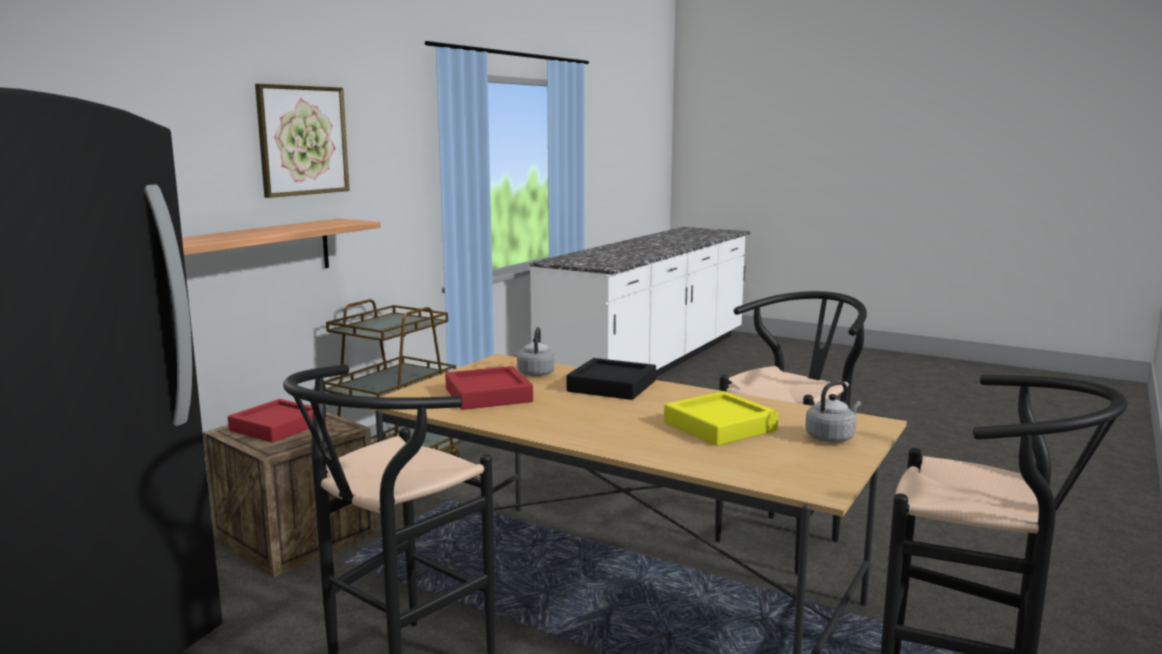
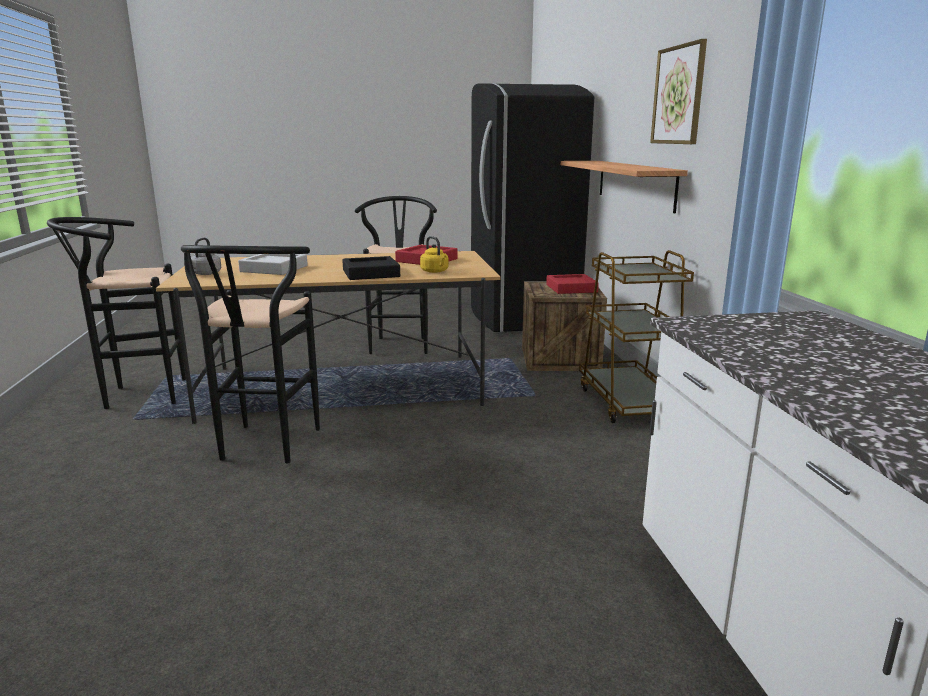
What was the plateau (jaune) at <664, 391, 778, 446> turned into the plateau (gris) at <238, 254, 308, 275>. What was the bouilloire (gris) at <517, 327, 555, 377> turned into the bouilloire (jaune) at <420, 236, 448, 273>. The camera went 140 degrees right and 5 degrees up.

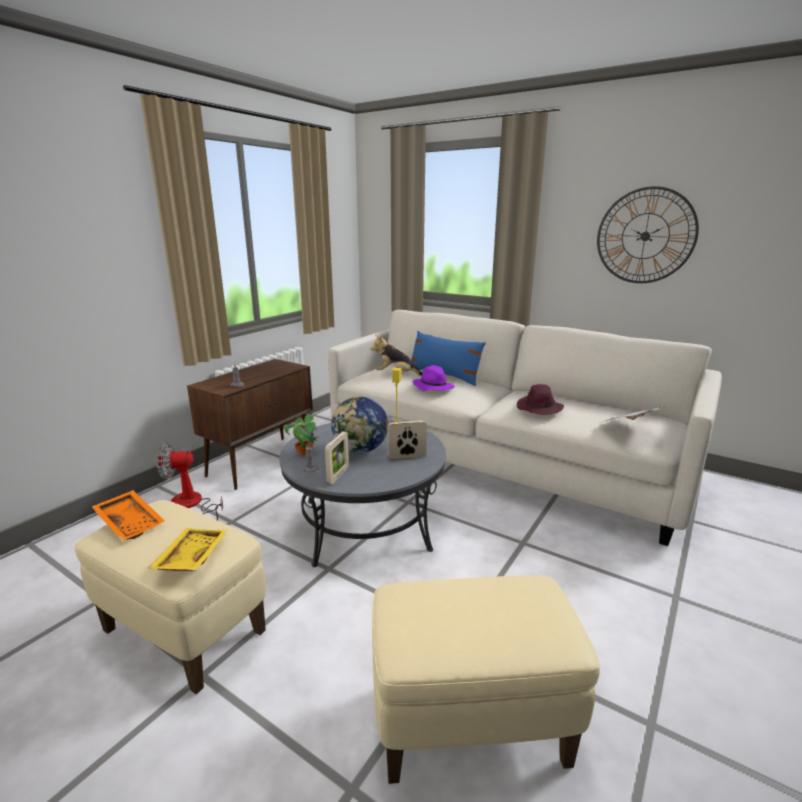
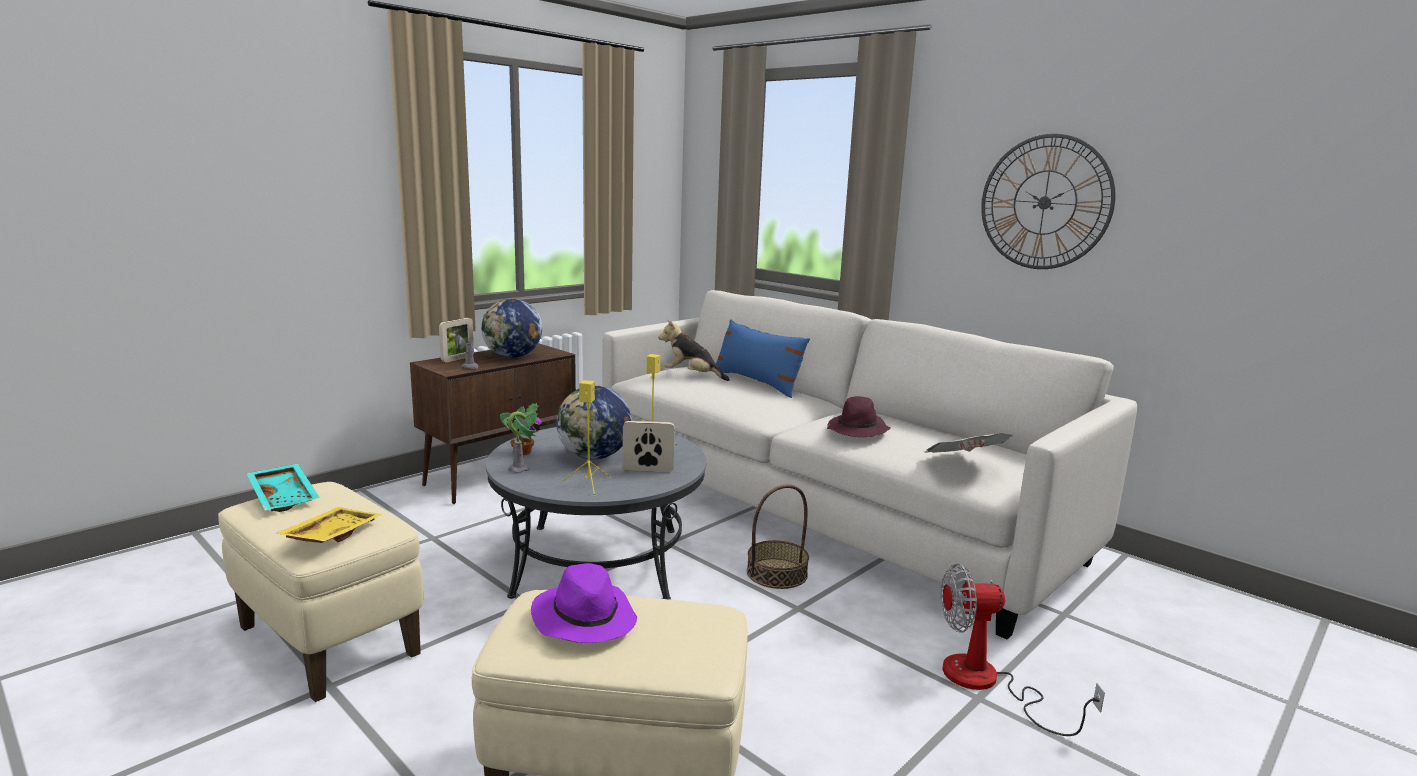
What was the plateau (orange) at <92, 490, 165, 541> turned into the plateau (turquoise) at <247, 463, 320, 512>. The cadre photo ended up elsewhere, having gone from <325, 431, 349, 484> to <439, 318, 474, 363>. The second view gained the globe at <481, 299, 542, 358>. The chapeau (violet) ended up elsewhere, having gone from <412, 365, 455, 391> to <531, 563, 637, 643>. The second view gained the enceinte (jaune) at <561, 380, 611, 497>. The second view gained the panier at <747, 484, 809, 589>. The ventilateur ended up elsewhere, having gone from <156, 442, 223, 521> to <941, 564, 1105, 736>. The camera went 10 degrees right and 5 degrees down.

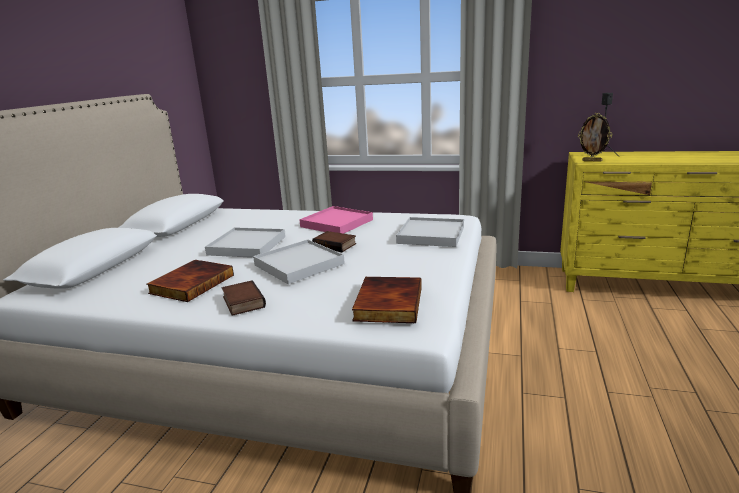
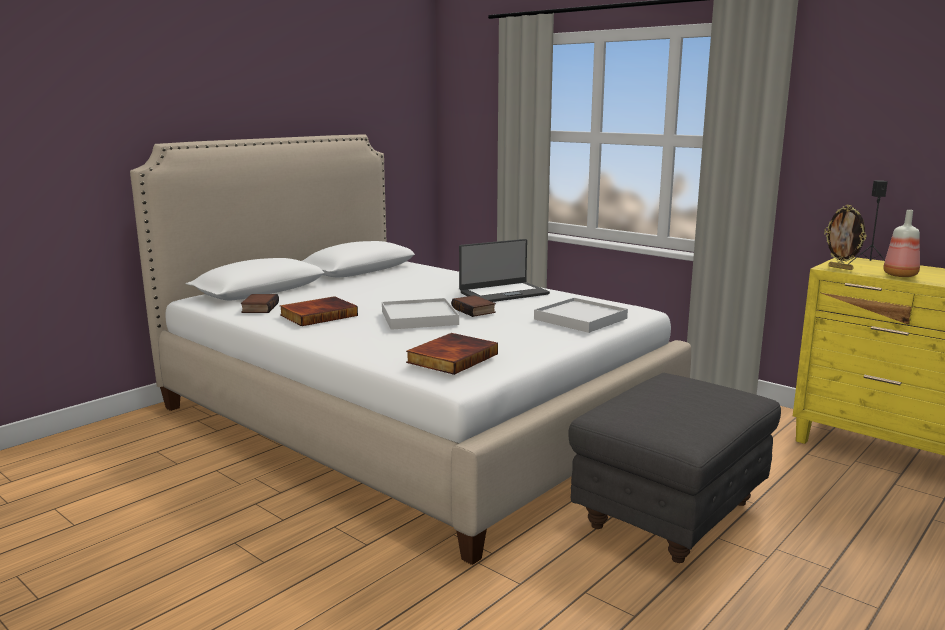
The livre ended up elsewhere, having gone from <222, 280, 266, 316> to <241, 294, 279, 313>. Where the plateau (rose) stood at <299, 206, 373, 234>, the ordinateur portable came to stand at <459, 239, 550, 302>. The second view gained the pouf (gris) at <568, 373, 781, 563>. The second view gained the bouteille at <883, 210, 920, 277>. The second view lost the plateau (blanc) at <205, 227, 285, 258>. The camera went 25 degrees right and 5 degrees down.

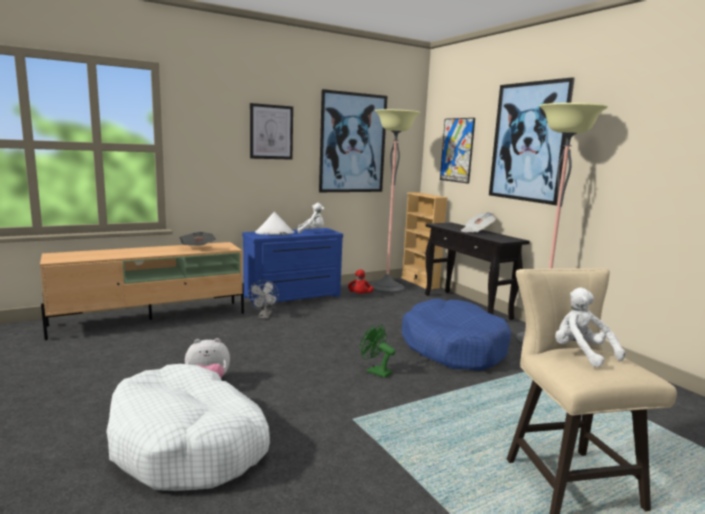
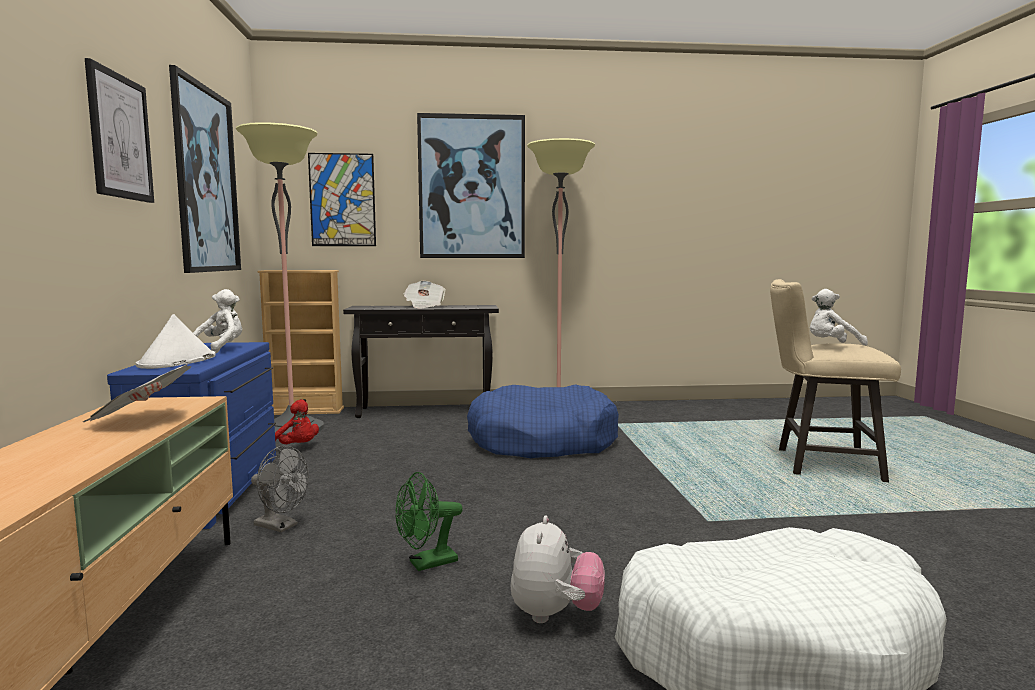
The ventilateur (vert) ended up elsewhere, having gone from <360, 324, 396, 378> to <396, 472, 463, 571>. The camera went 65 degrees left and 5 degrees down.

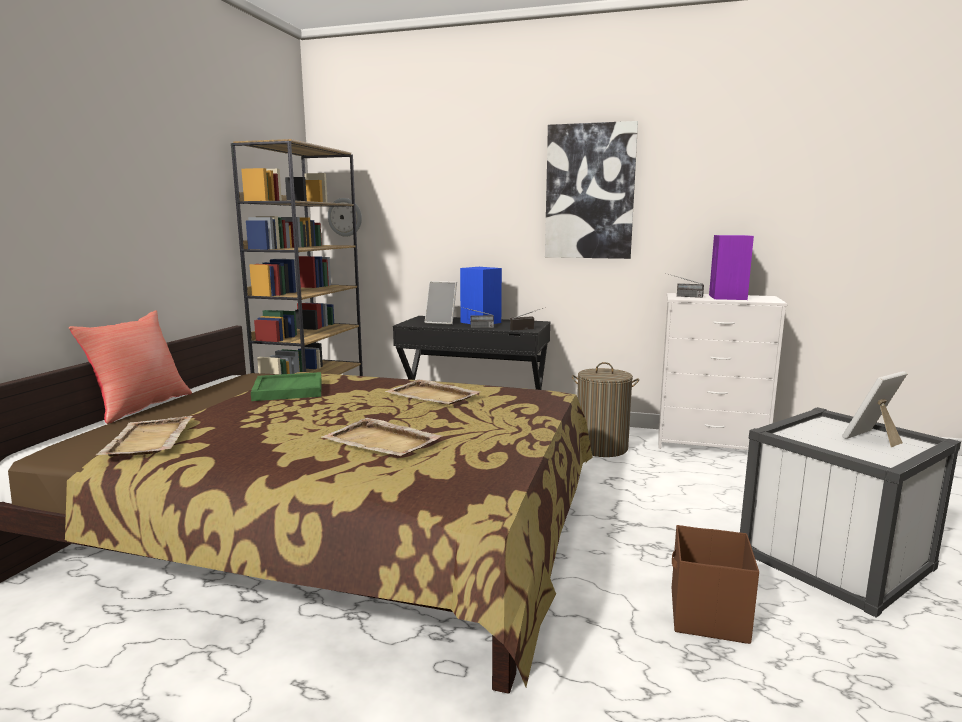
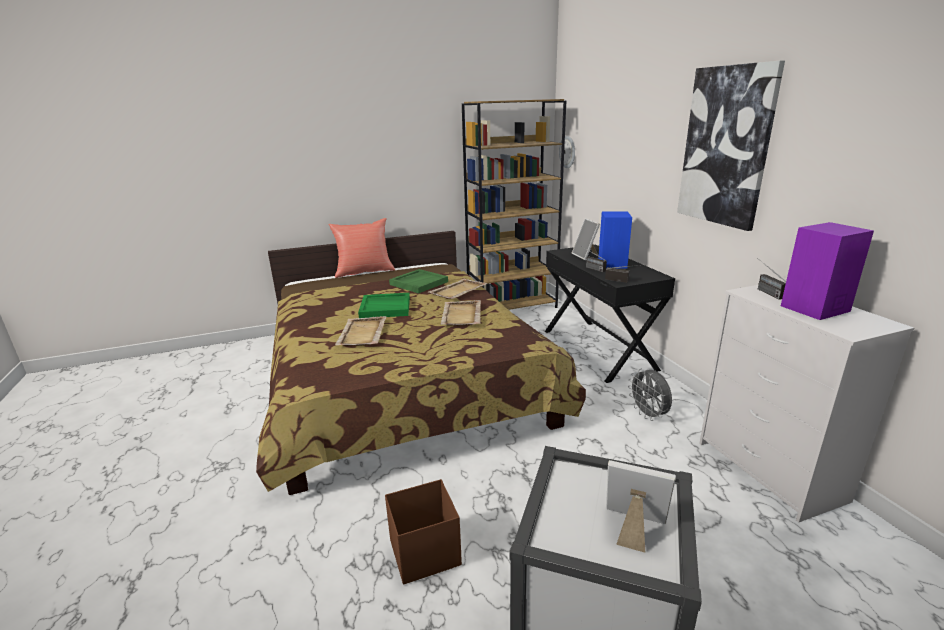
The second view gained the plateau (vert) at <358, 293, 410, 318>. The plateau (beige) ended up elsewhere, having gone from <95, 416, 192, 456> to <428, 279, 488, 299>. Where the panier à linge stood at <572, 362, 639, 457>, the ventilateur (gris) came to stand at <628, 368, 672, 421>. The camera went 55 degrees right and 10 degrees up.

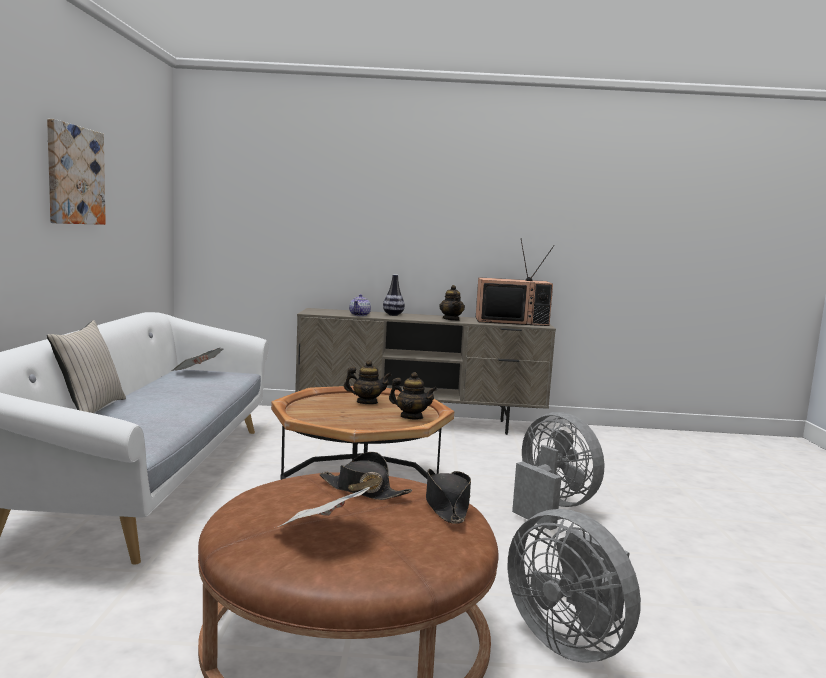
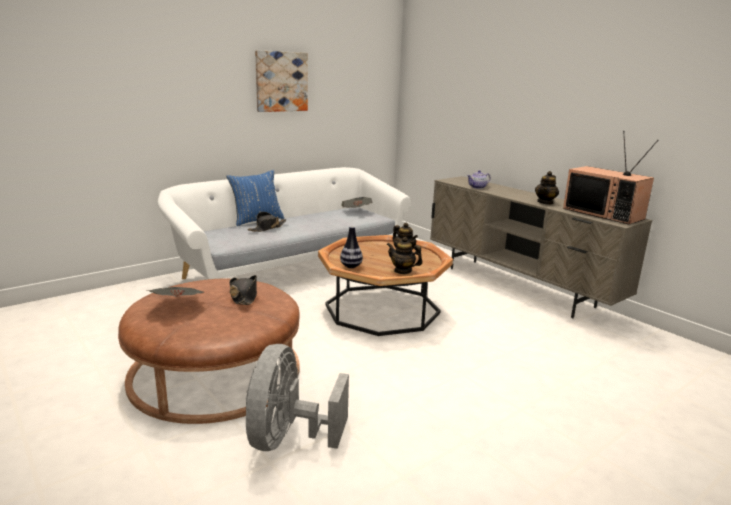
What was the coussin (beige) at <47, 320, 126, 413> turned into the coussin (bleu) at <227, 170, 284, 226>. The chapeau (noir) ended up elsewhere, having gone from <426, 469, 471, 524> to <247, 212, 286, 232>. The vase ended up elsewhere, having gone from <383, 274, 405, 316> to <340, 226, 363, 268>. The théière at <389, 372, 437, 419> ended up facing another way, 135 degrees clockwise from before. The second view lost the ventilateur (gris) at <512, 412, 604, 530>. The camera went 50 degrees right and 10 degrees up.

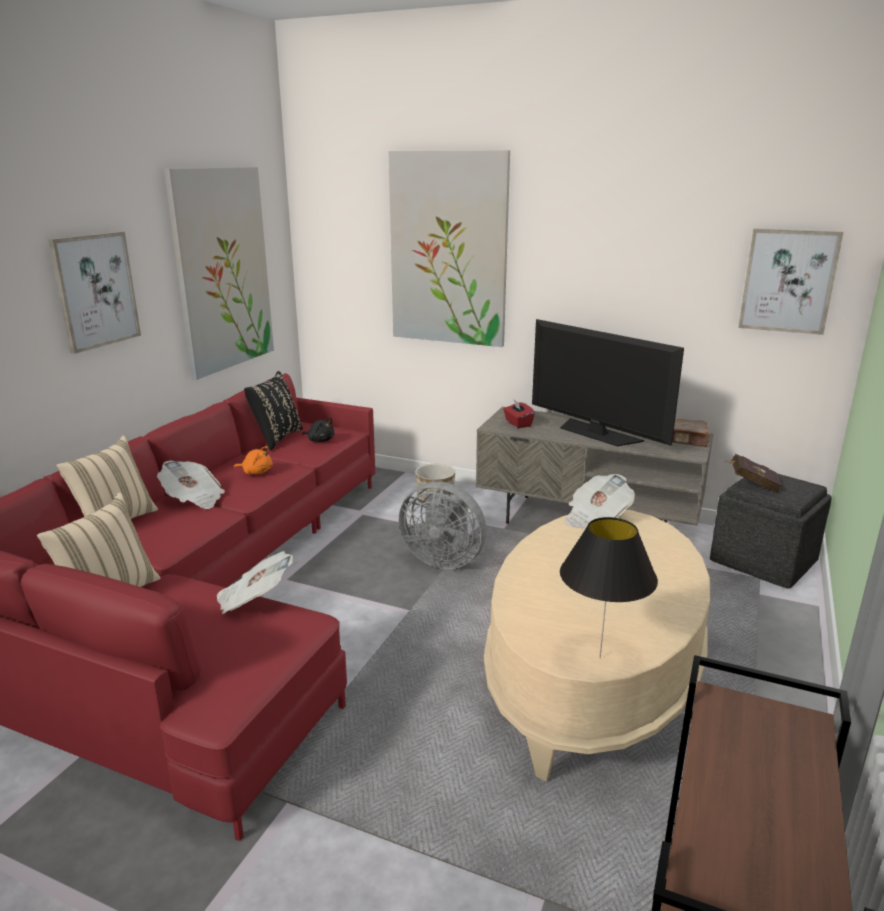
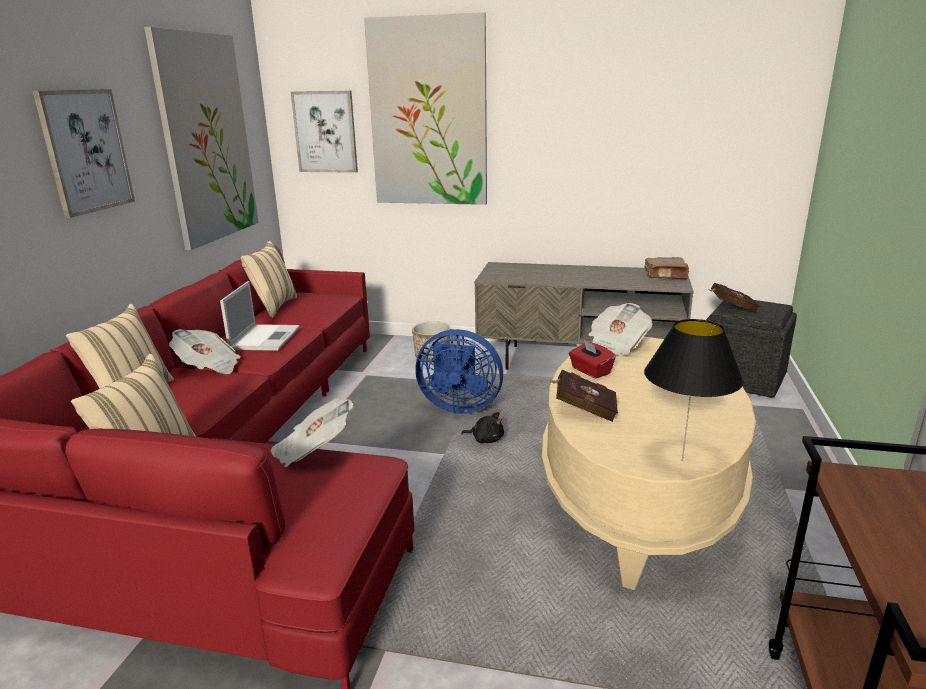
Where the peluche (orange) stood at <234, 446, 272, 474>, the ordinateur portable came to stand at <220, 281, 300, 351>. What was the coussin (noir) at <244, 371, 303, 451> turned into the coussin (beige) at <241, 241, 297, 318>. The tableau ended up elsewhere, having gone from <738, 229, 843, 335> to <291, 91, 358, 173>. What was the ventilateur (gris) at <399, 482, 487, 569> turned into the ventilateur (bleu) at <415, 329, 503, 414>. The peluche (noir) ended up elsewhere, having gone from <302, 418, 334, 442> to <461, 412, 504, 443>. The second view gained the livre (rouge) at <548, 370, 618, 422>. The boîte à mouchoirs (rouge) ended up elsewhere, having gone from <503, 400, 535, 428> to <569, 339, 616, 379>. The second view lost the téléviseur at <532, 319, 684, 446>. The camera went 10 degrees left and 0 degrees up.

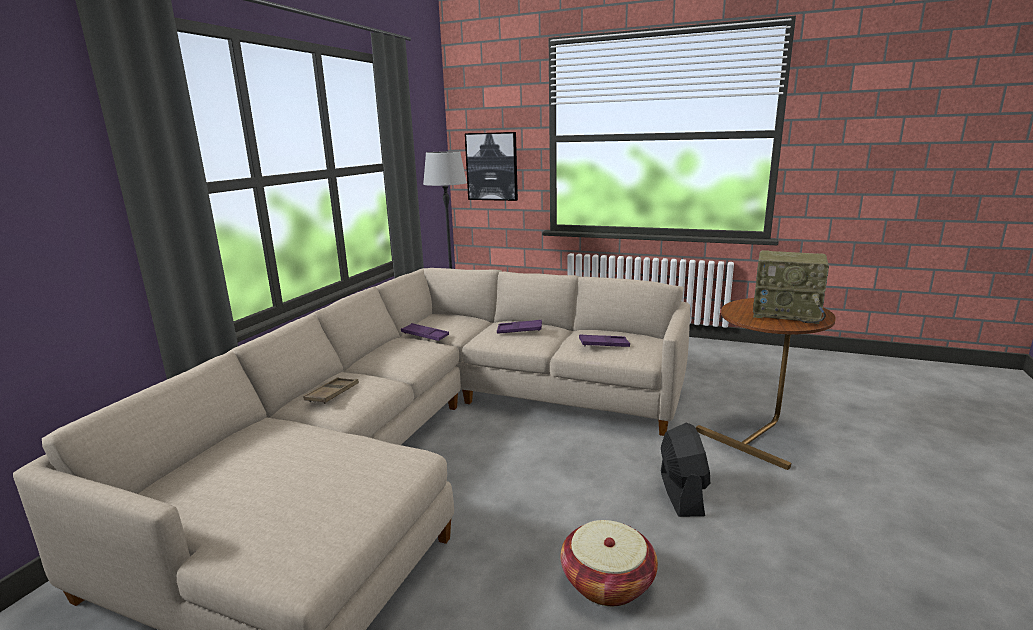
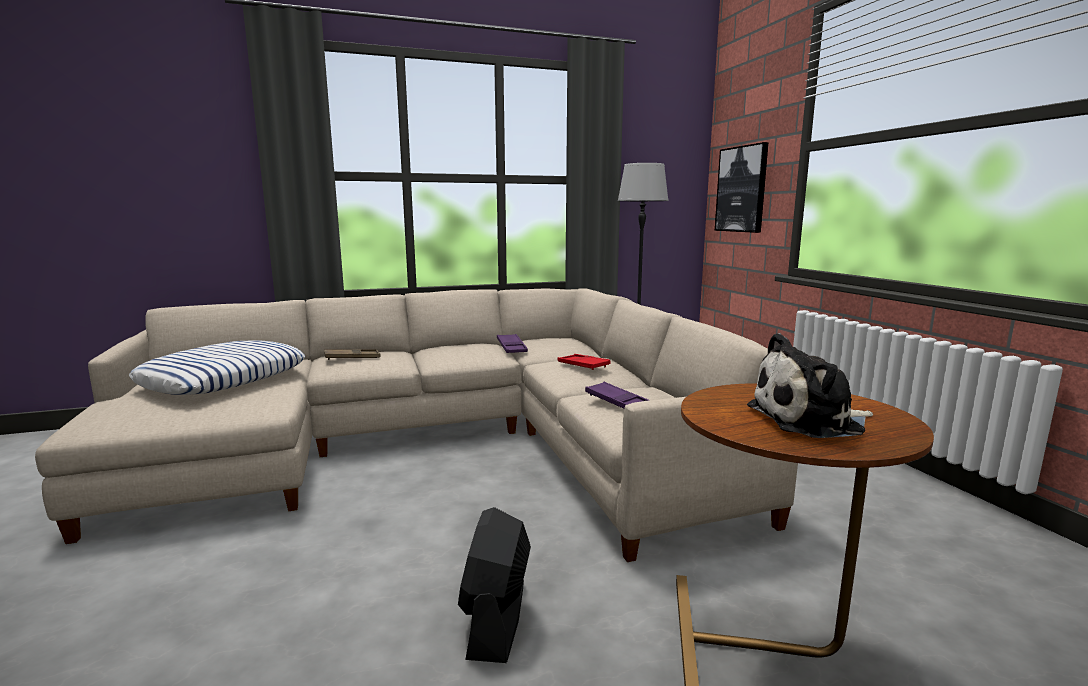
The second view gained the coussin at <129, 340, 305, 395>. The ventilateur (noir) at <661, 423, 710, 517> ended up facing another way, 135 degrees clockwise from before. What was the plateau (violet) at <497, 320, 542, 333> turned into the plateau (rouge) at <557, 354, 611, 370>. Where the radio stood at <753, 250, 829, 324>, the peluche came to stand at <747, 333, 873, 438>. The second view lost the panier at <561, 520, 658, 606>. The camera went 50 degrees right and 5 degrees down.

